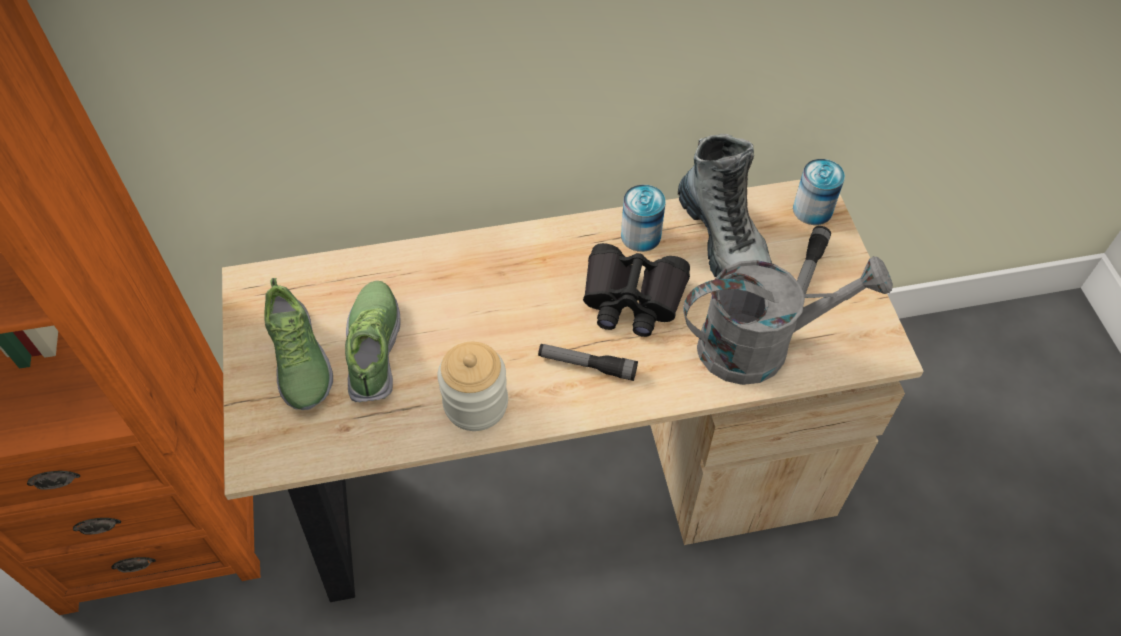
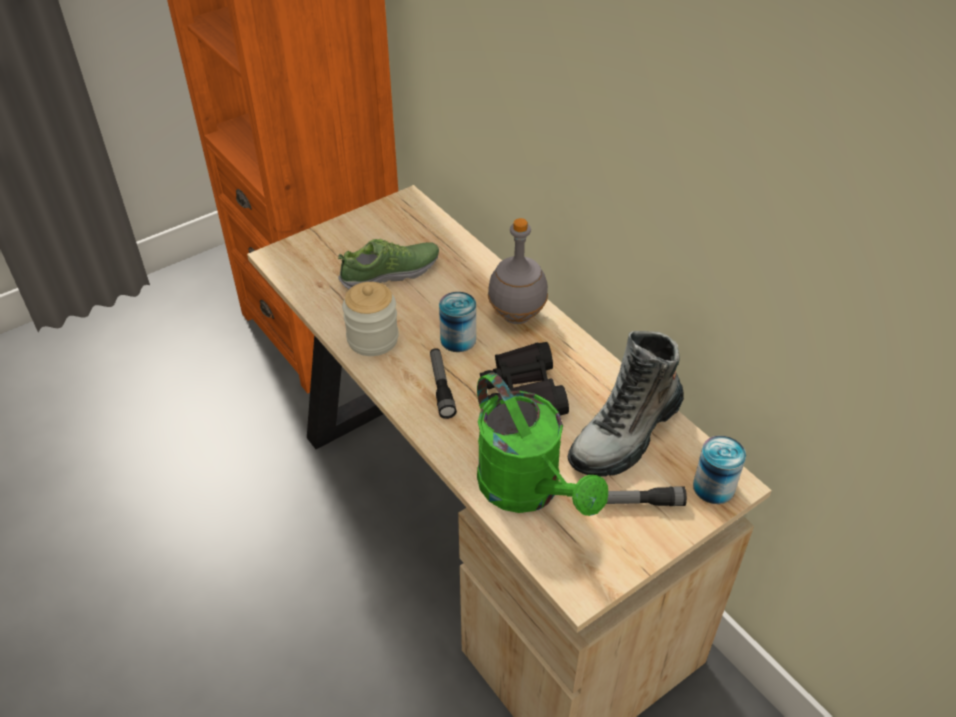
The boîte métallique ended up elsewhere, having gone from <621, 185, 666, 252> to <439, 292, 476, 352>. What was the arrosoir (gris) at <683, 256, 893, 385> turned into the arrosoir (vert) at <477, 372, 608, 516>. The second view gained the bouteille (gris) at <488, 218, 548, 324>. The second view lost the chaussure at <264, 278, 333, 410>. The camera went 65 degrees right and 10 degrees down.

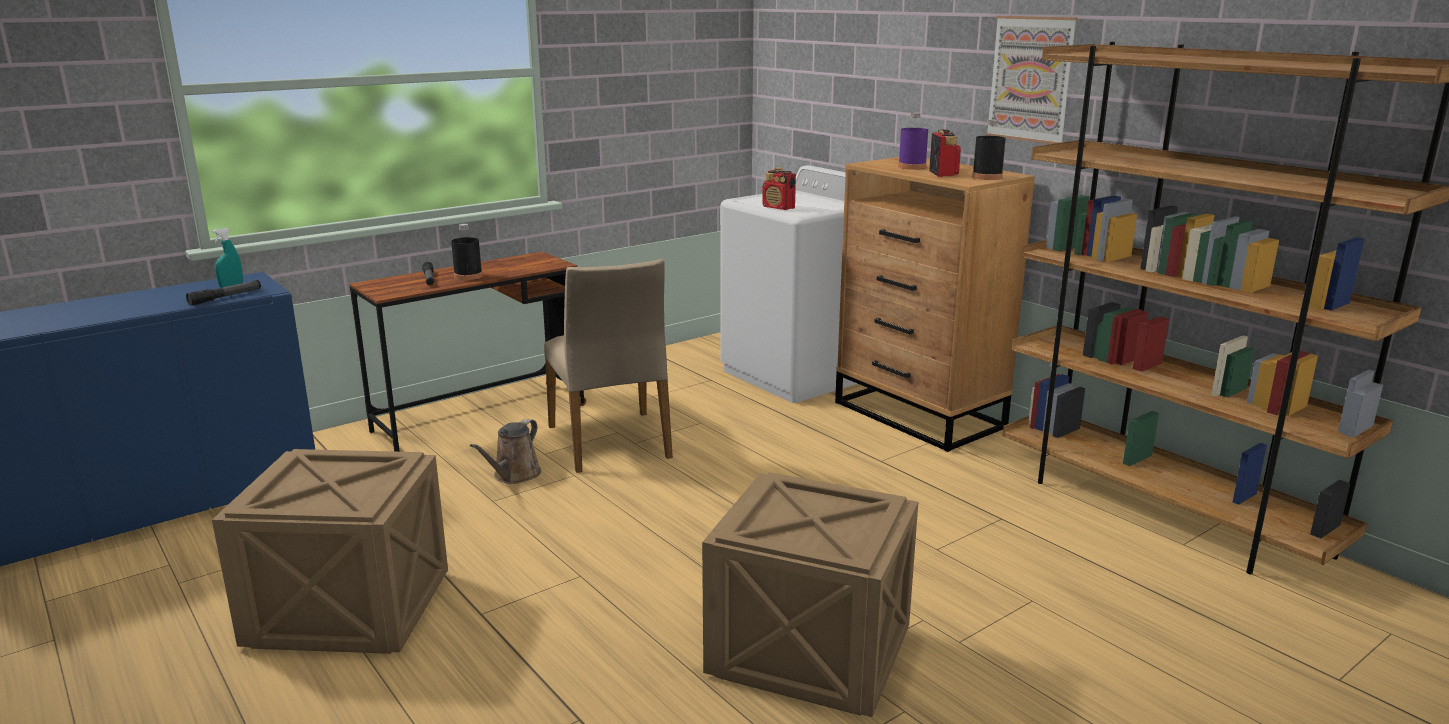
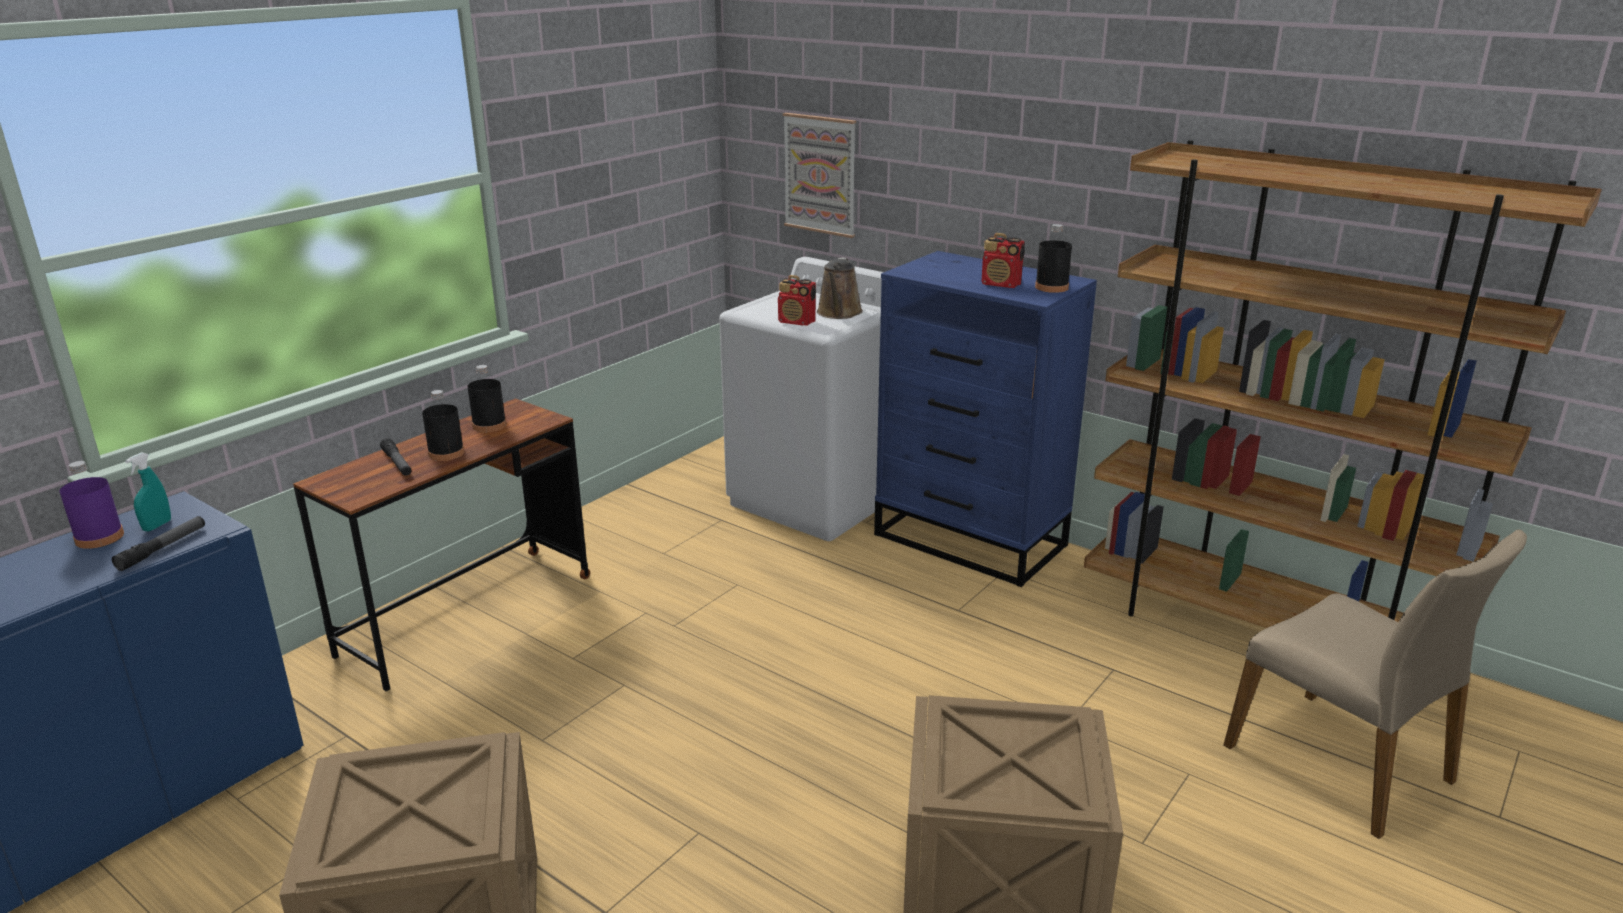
The bouteille (violet) ended up elsewhere, having gone from <898, 112, 928, 170> to <59, 461, 124, 549>. The second view gained the bouteille (noir) at <467, 365, 506, 432>. The tableau ended up elsewhere, having gone from <986, 16, 1078, 144> to <783, 113, 856, 238>. The arrosoir (marron) ended up elsewhere, having gone from <470, 419, 541, 484> to <817, 258, 863, 319>. What was the commode (marron) at <835, 157, 1035, 452> turned into the commode (bleu) at <874, 251, 1097, 587>. The radio at <929, 130, 961, 177> ended up facing another way, 135 degrees clockwise from before. The chaise (beige) ended up elsewhere, having gone from <544, 259, 673, 473> to <1224, 529, 1527, 839>. The camera went 15 degrees left and 5 degrees up.

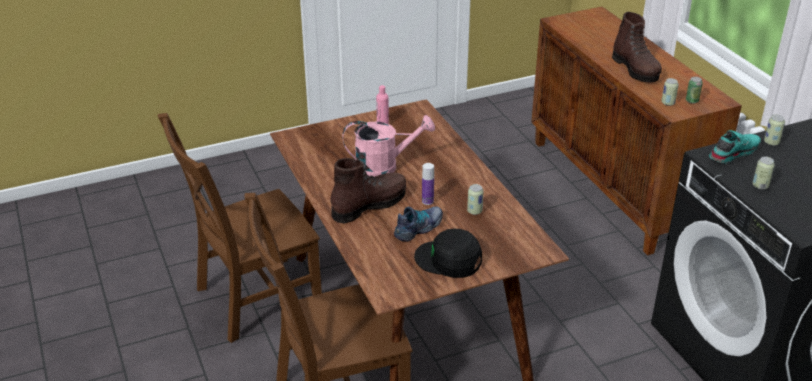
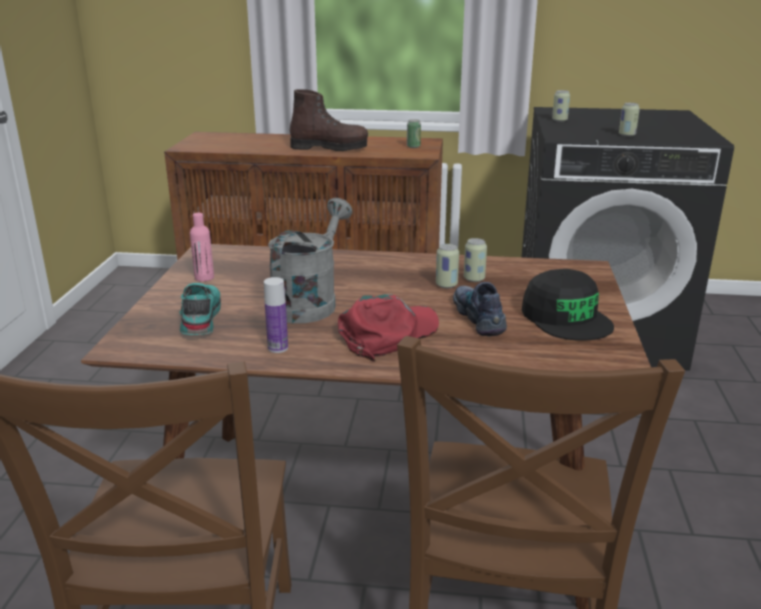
The chaussure (turquoise) ended up elsewhere, having gone from <709, 130, 761, 164> to <179, 283, 221, 335>. The bouteille ended up elsewhere, having gone from <422, 163, 434, 205> to <264, 277, 288, 353>. What was the arrosoir (rose) at <342, 115, 435, 177> turned into the arrosoir (gris) at <268, 198, 353, 323>. Where the botte (marron) stood at <330, 158, 406, 224>, the casquette (rouge) came to stand at <338, 294, 439, 362>. The boîte métallique ended up elsewhere, having gone from <661, 78, 679, 106> to <436, 244, 459, 288>. The casquette (noir) at <414, 229, 482, 278> ended up facing another way, 75 degrees counterclockwise from before. The camera went 60 degrees left and 10 degrees down.

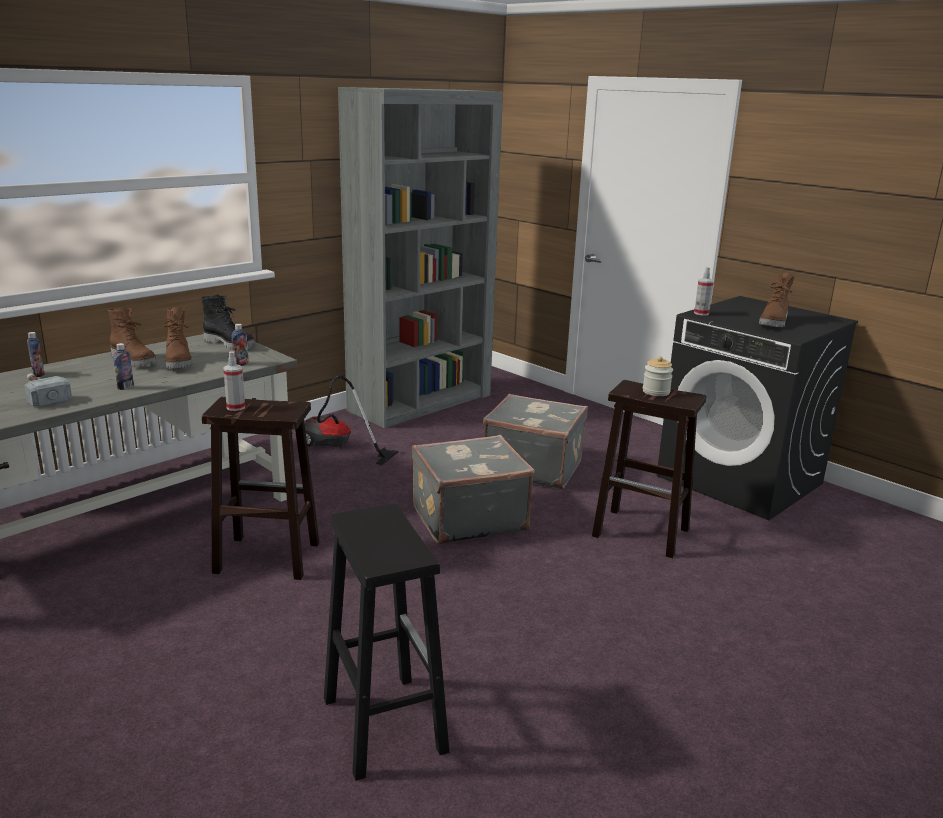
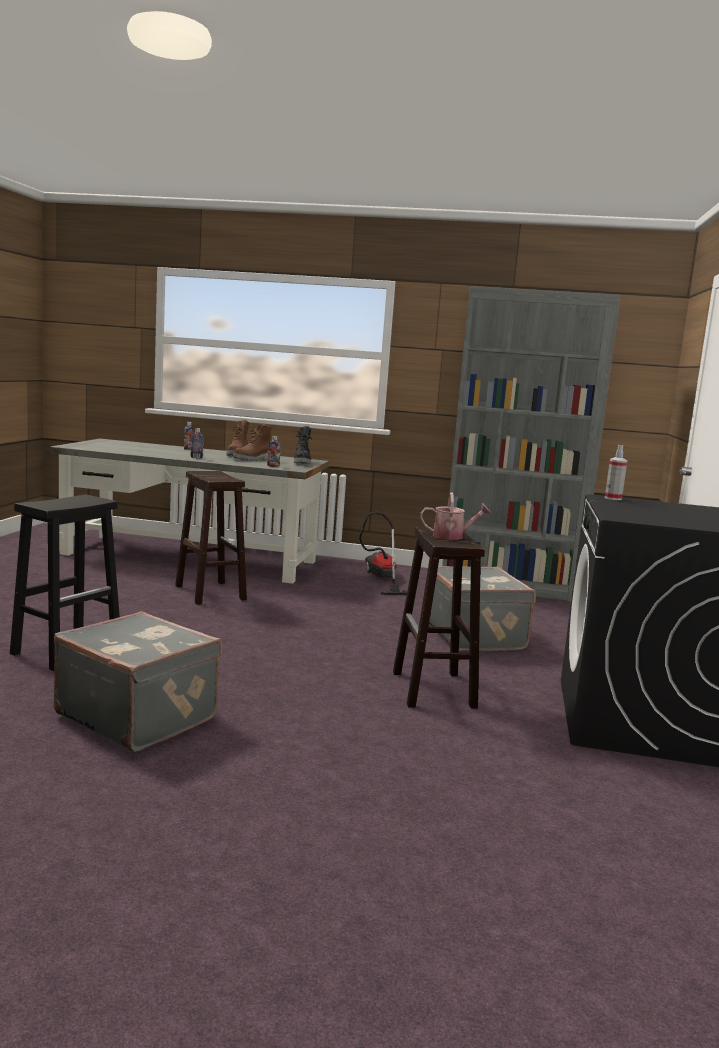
The valise (gris) ended up elsewhere, having gone from <412, 435, 534, 545> to <54, 611, 222, 752>. Where the bocal stood at <643, 356, 673, 396>, the arrosoir came to stand at <420, 492, 491, 540>. The second view lost the marteau at <24, 373, 72, 407>. The second view lost the vaporisateur at <223, 351, 245, 411>. The second view lost the botte (marron) at <759, 273, 795, 327>. The camera went 55 degrees right and 10 degrees down.

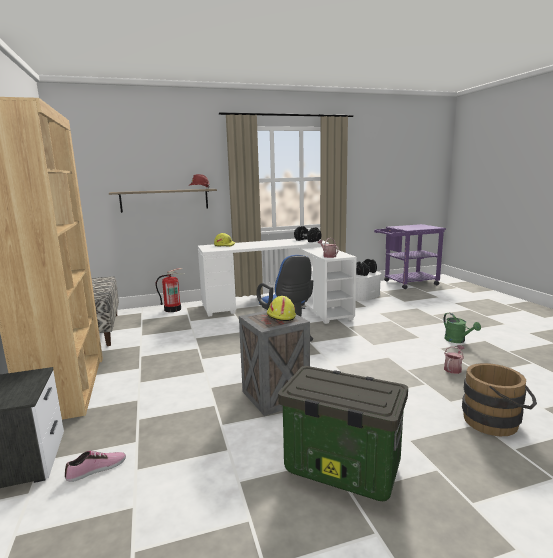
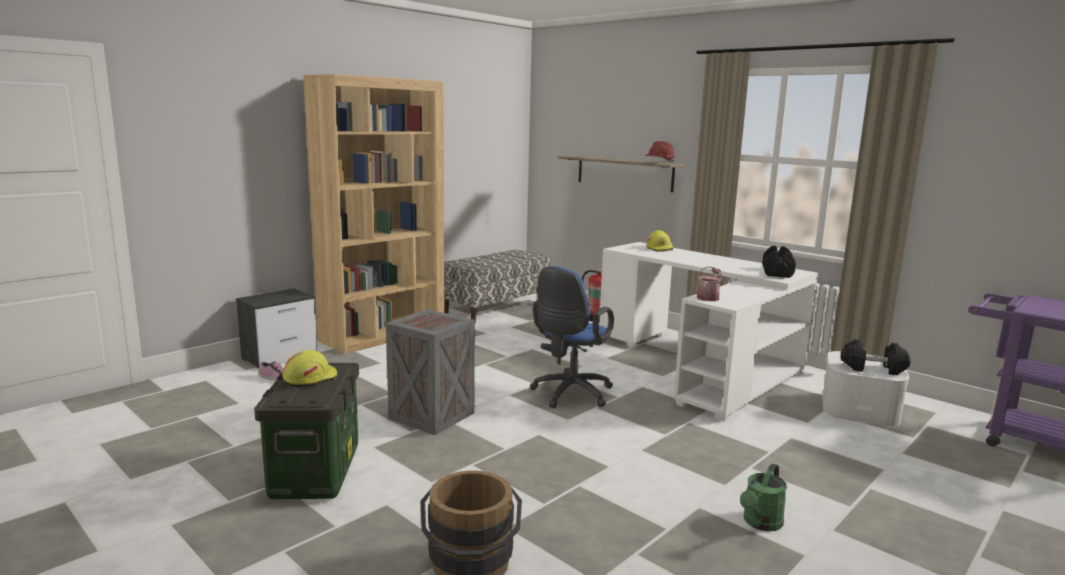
The casque de chantier (jaune) ended up elsewhere, having gone from <267, 296, 296, 321> to <282, 350, 337, 387>. The second view lost the arrosoir at <444, 345, 465, 374>. The camera went 60 degrees right and 0 degrees up.

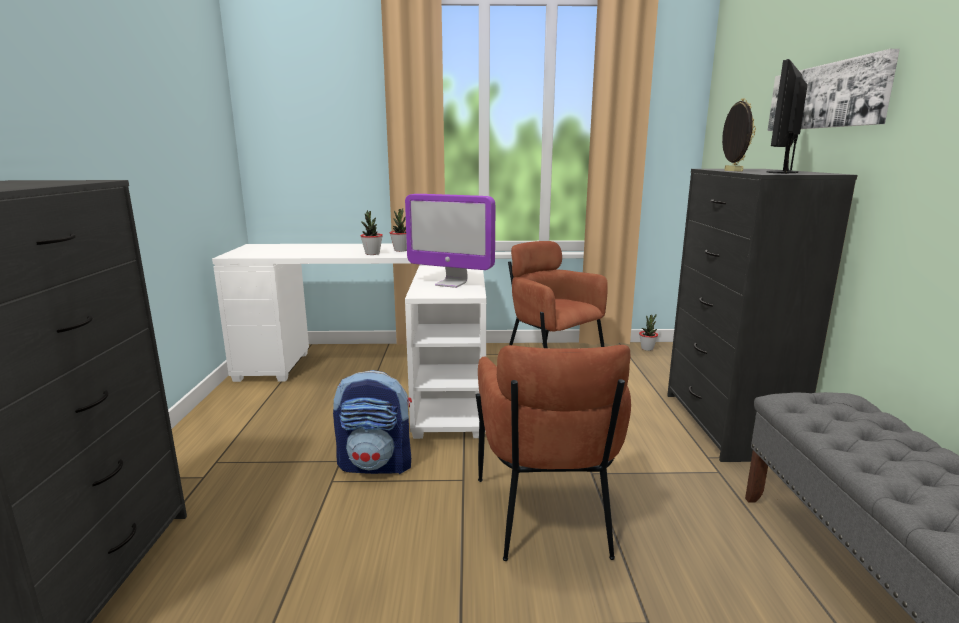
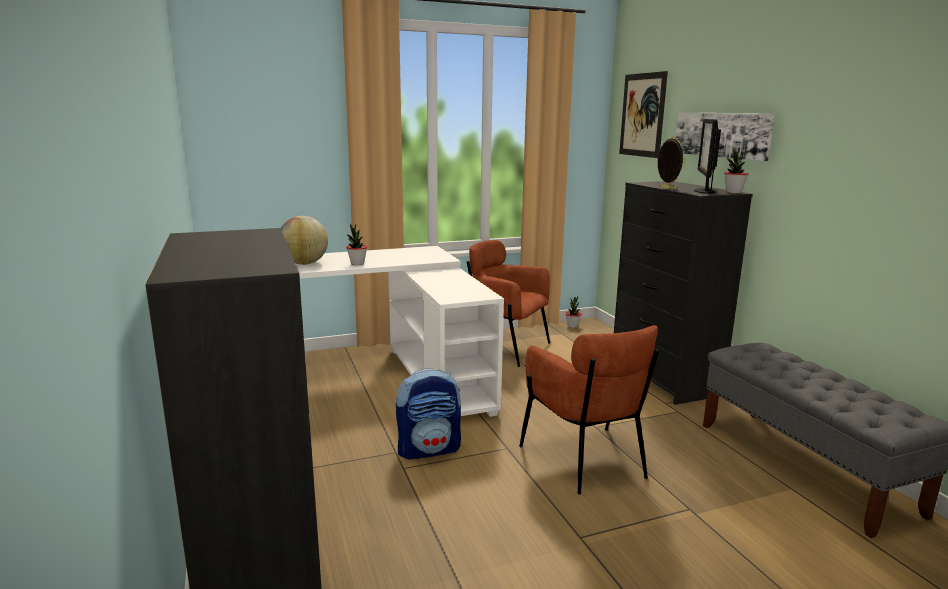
The second view gained the globe at <281, 216, 328, 265>. The second view gained the tableau at <619, 71, 668, 158>. The plante en pot ended up elsewhere, having gone from <390, 208, 407, 252> to <724, 147, 749, 194>. The second view lost the écran d'ordinateur at <405, 194, 495, 288>. The camera went 20 degrees left and 0 degrees up.

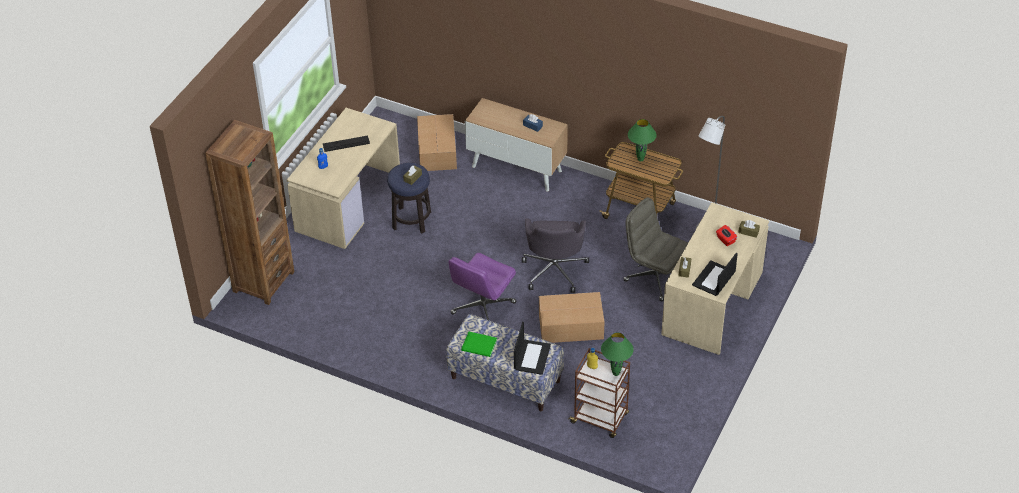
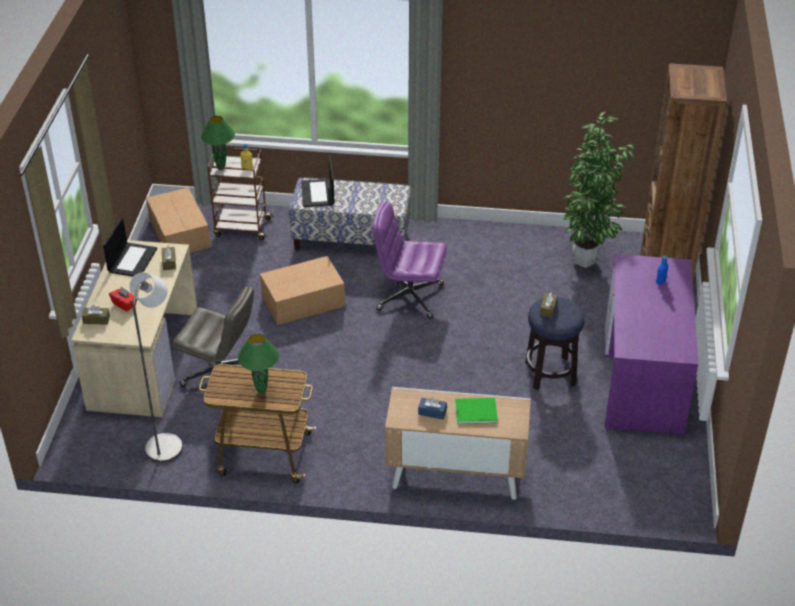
The carton ended up elsewhere, having gone from <417, 114, 457, 171> to <146, 188, 211, 253>. The chaise de bureau (violet) at <449, 253, 516, 320> ended up facing another way, 90 degrees counterclockwise from before. The livre (vert) ended up elsewhere, having gone from <461, 331, 497, 357> to <455, 398, 498, 424>. The second view gained the plante en pot at <563, 112, 634, 268>. What was the bureau (beige) at <287, 108, 400, 249> turned into the bureau (violet) at <604, 254, 698, 435>. The second view lost the clavier at <323, 135, 370, 152>. The second view lost the chaise de bureau (gris) at <522, 218, 589, 293>. The camera went 160 degrees right and 5 degrees down.

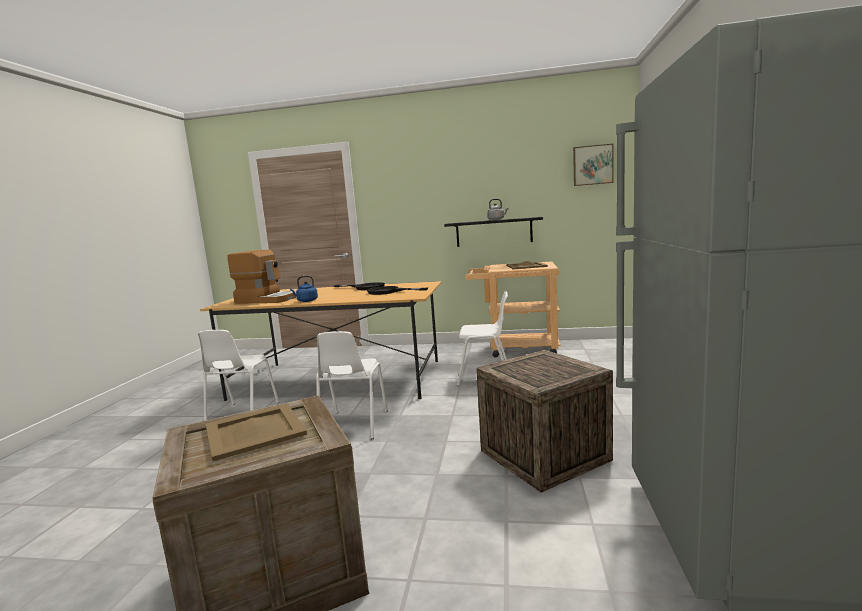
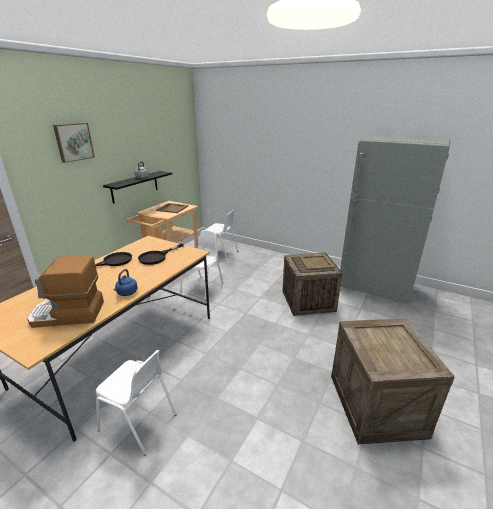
The machine à café at <227, 250, 296, 304> ended up facing another way, 135 degrees counterclockwise from before. The tableau ended up elsewhere, having gone from <573, 143, 614, 186> to <53, 123, 95, 163>. The chaise (blanc) ended up elsewhere, having gone from <316, 331, 388, 439> to <203, 210, 238, 260>. The plateau (beige) ended up elsewhere, having gone from <206, 403, 307, 461> to <299, 254, 335, 270>. The camera went 70 degrees left and 15 degrees up.

